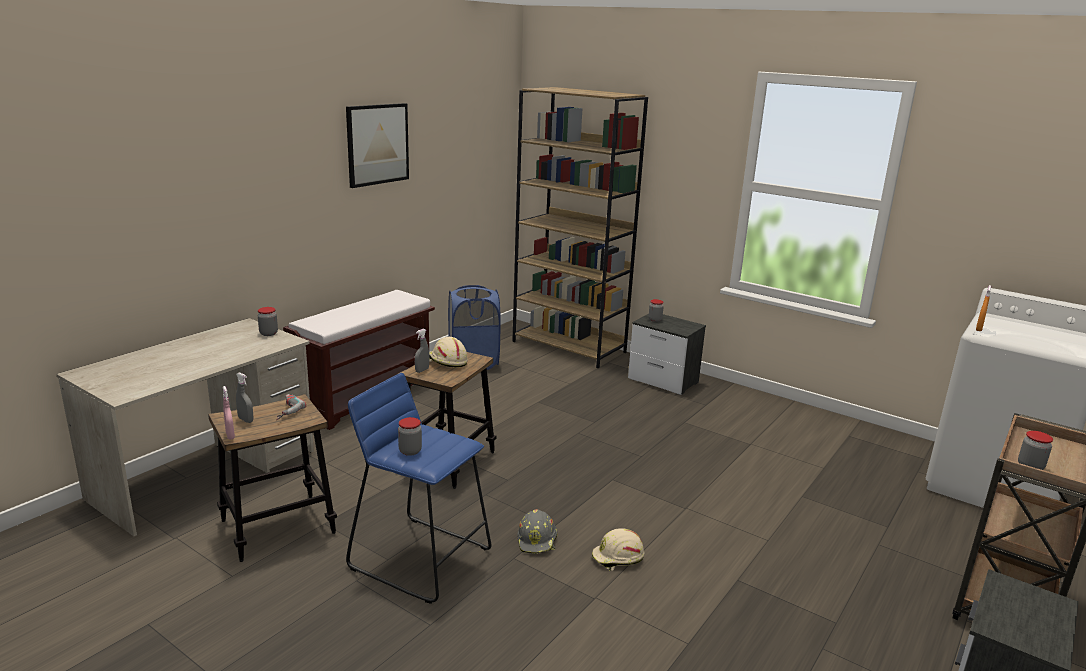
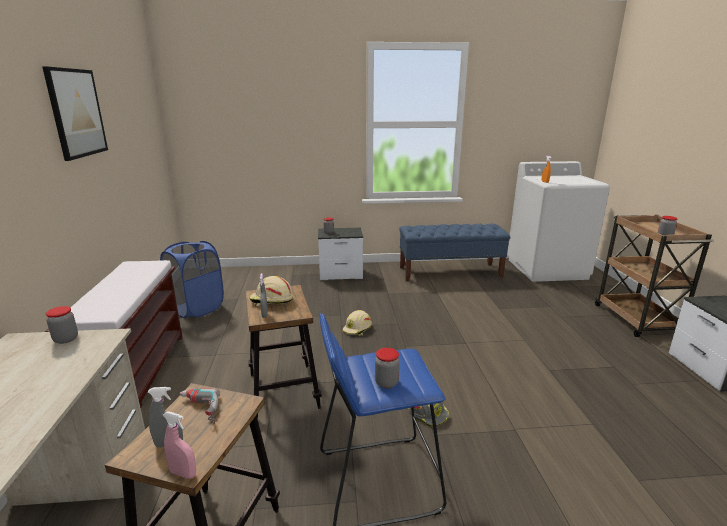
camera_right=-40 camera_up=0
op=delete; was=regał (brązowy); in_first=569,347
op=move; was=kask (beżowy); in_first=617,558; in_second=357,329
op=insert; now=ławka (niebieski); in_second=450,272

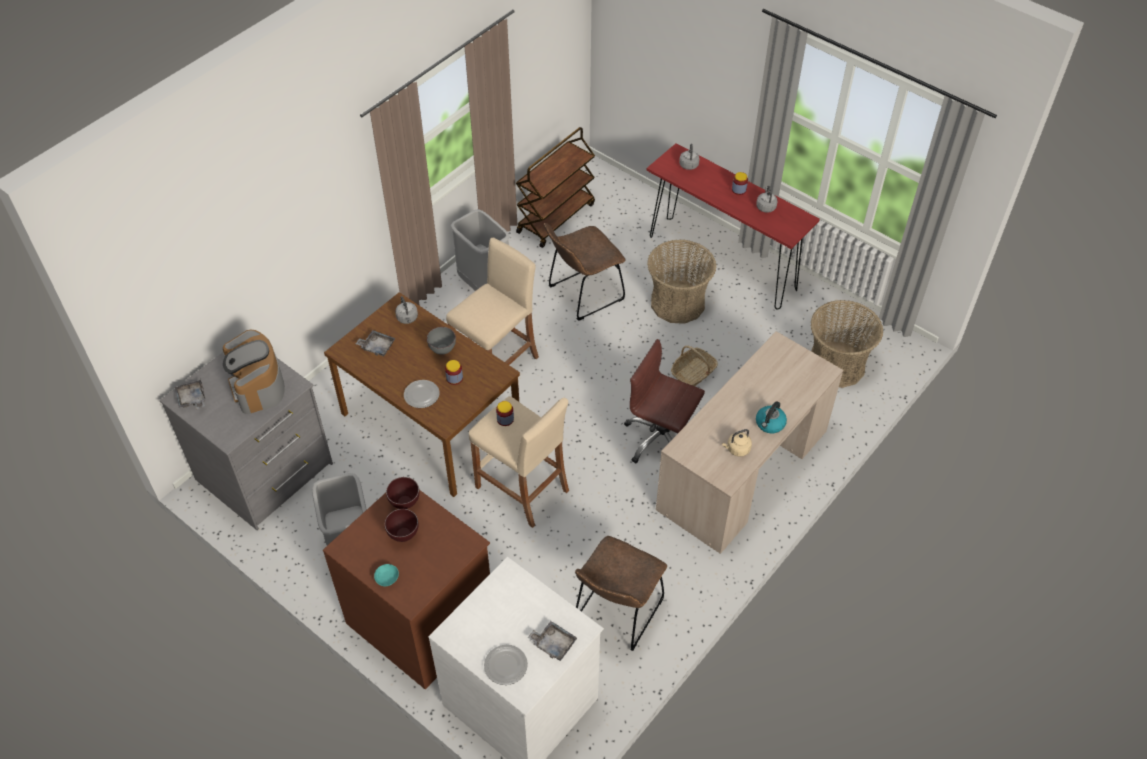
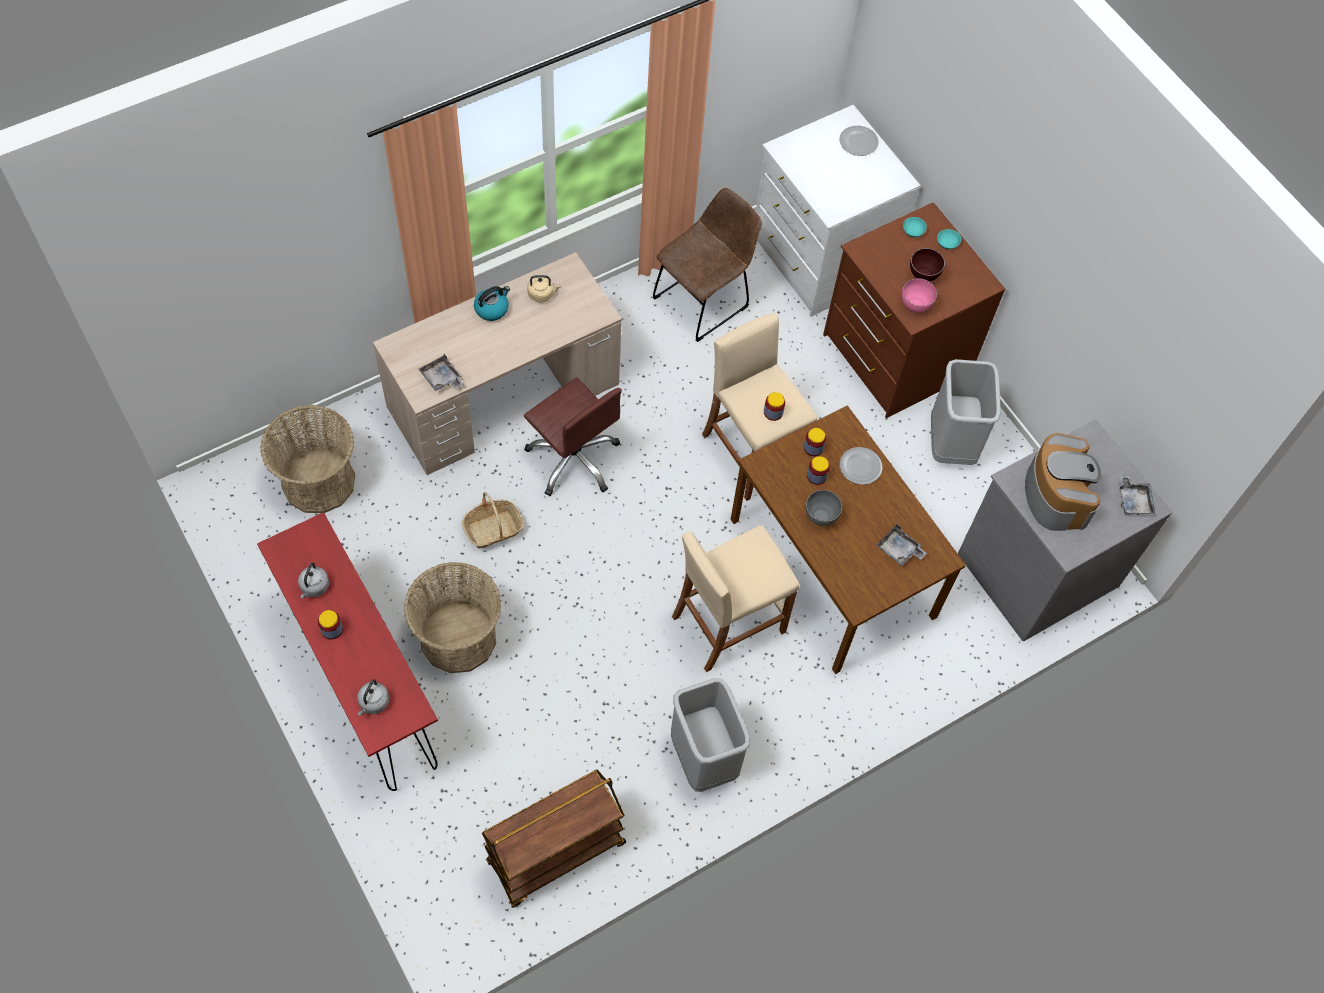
camera_right=-165 camera_up=10
op=recolor; was=miska (brązowy); now=miska (różowy); in_first=405,504; in_second=914,306
op=delete; was=czajnik (szary); in_first=407,318
op=move; was=taca (szary); in_first=553,643; in_second=441,378
op=delete; was=krzesło (brązowy); in_first=582,294
op=insert; now=słoik; in_second=813,447
op=insert; now=miska (turkusowy); in_second=913,231

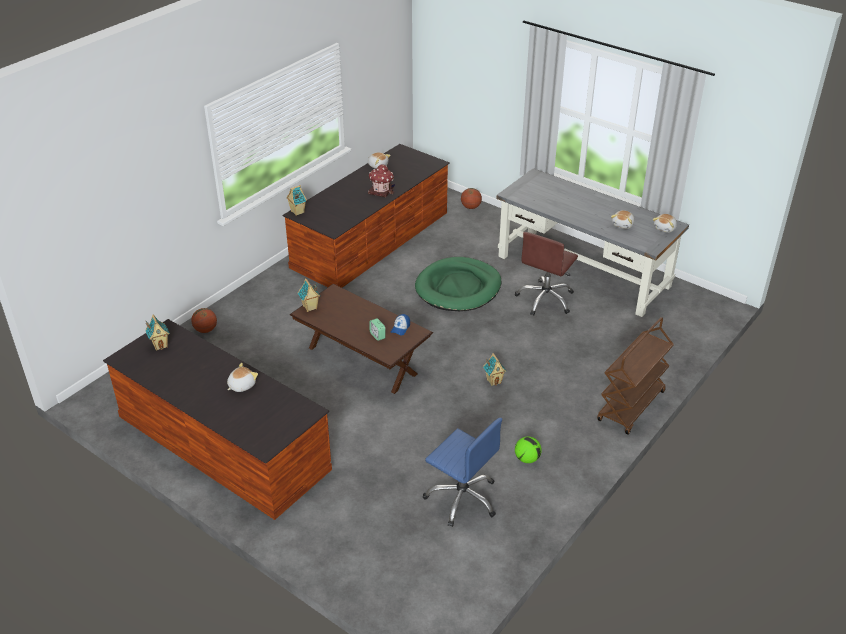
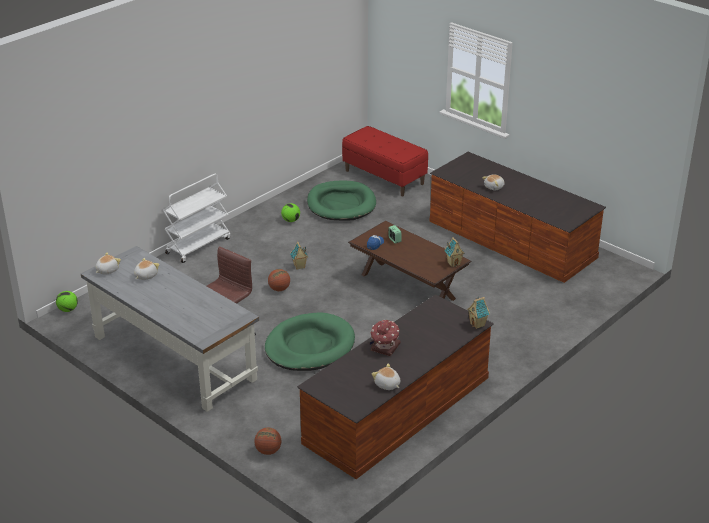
camera_right=-175 camera_up=-5
op=delete; was=domek; in_first=160,345
op=move; was=piłka do koszykówki; in_first=205,330; in_second=279,289
op=replace; was=krzesło biurowe (niebieski); now=legowisko (zielony); in_first=462,498; in_second=341,204
op=recolor; was=wózek (brązowy); now=wózek (biały); in_first=631,407; in_second=198,245
op=insert; now=piłka futbolowa; in_second=68,310
op=insert; now=ławka (czerwony); in_second=384,177

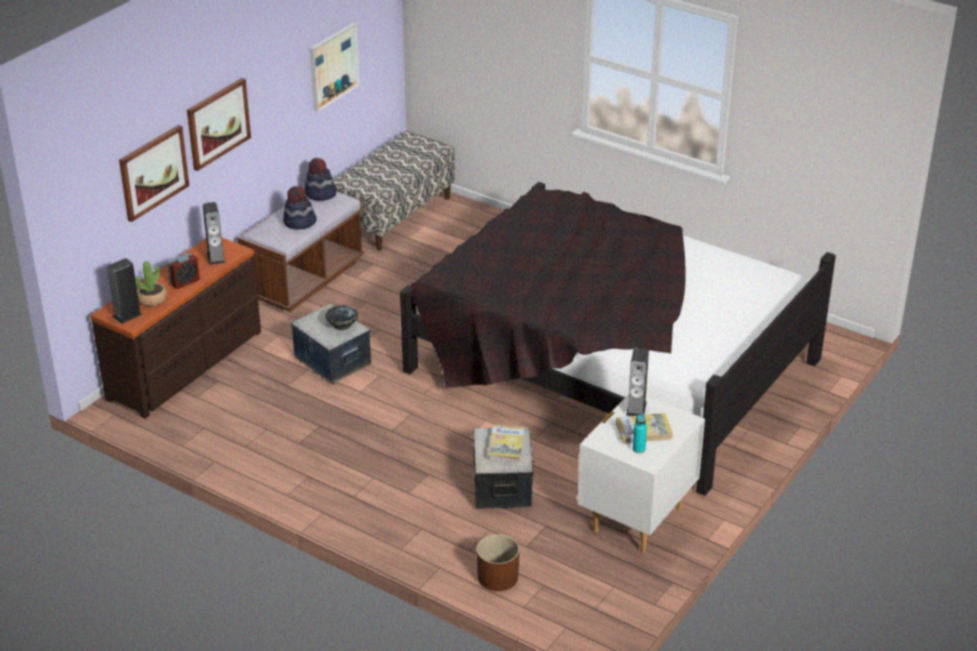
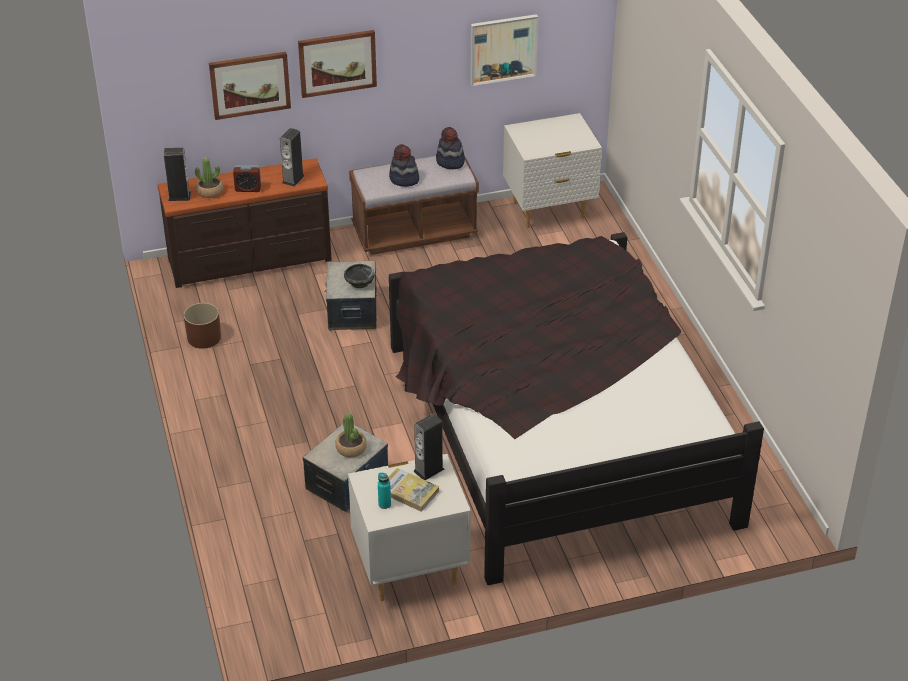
camera_right=40 camera_up=5
op=replace; was=ławka; now=szafka nocna (biały); in_first=394,216; in_second=549,210
op=move; was=donica (brązowy); in_first=497,577; in_second=203,338
op=replace; was=książka; now=roślina doniczkowa; in_first=506,445; in_second=351,448

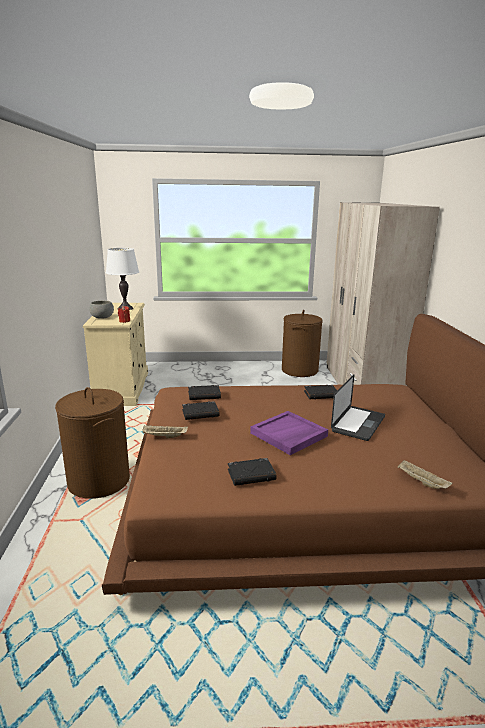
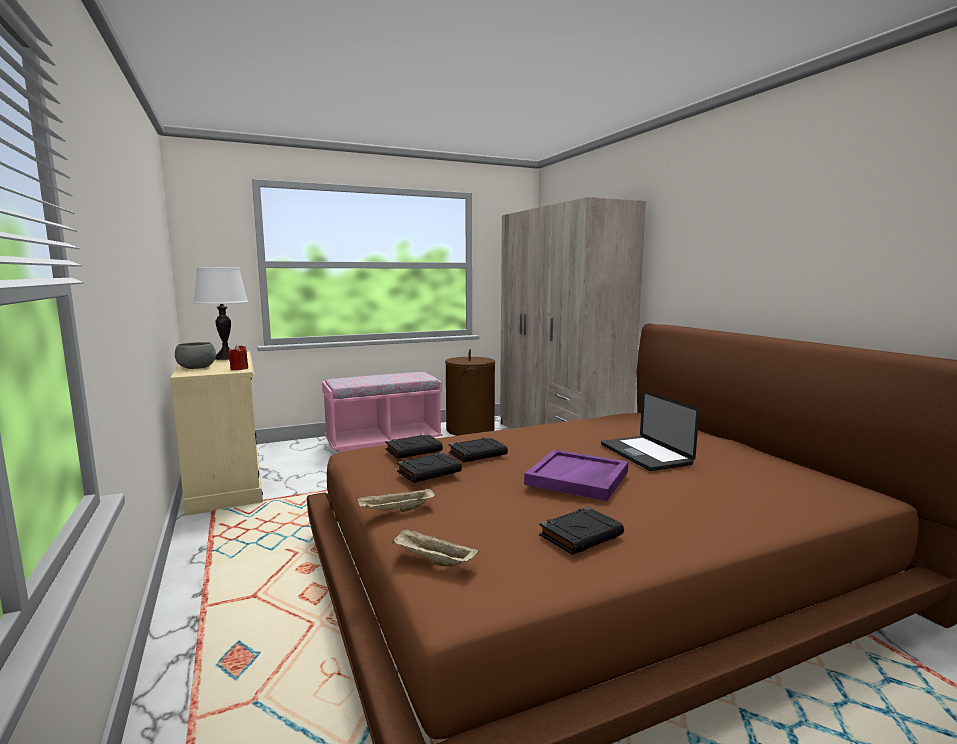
camera_right=-20 camera_up=-10
op=delete; was=kosz na pranie (brązowy); in_first=98,481
op=move; was=książka (czarny); in_first=321,394; in_second=478,453
op=rotate; was=laptop; in_first=358,424; in_second=645,454; clockwise=150
op=move; was=taca (beżowy); in_first=421,482; in_second=432,560
op=insert; now=ławka (różowy); in_second=383,442

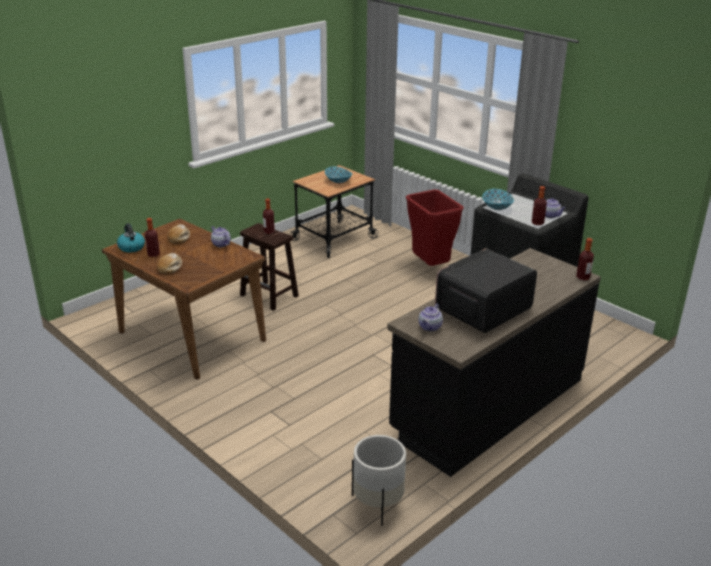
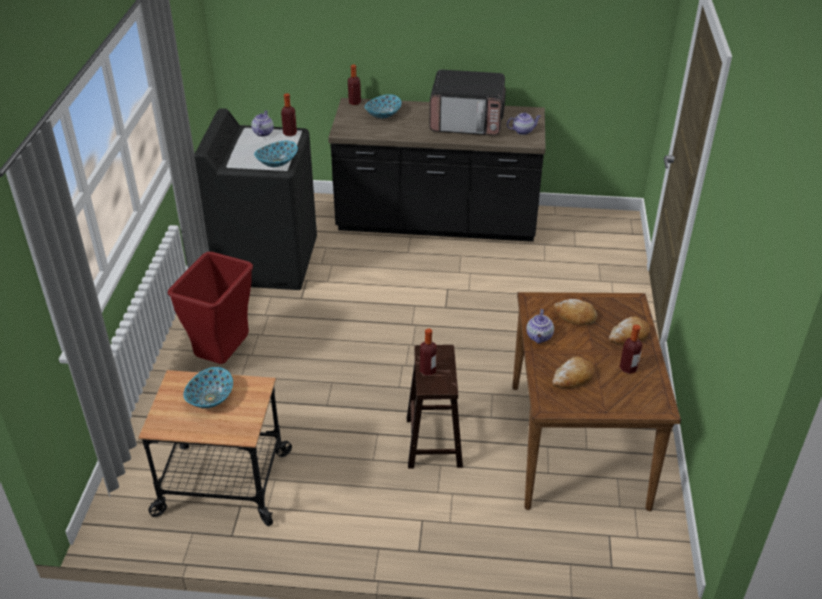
camera_right=-130 camera_up=10
op=delete; was=czajnik; in_first=131,247
op=delete; was=donica (biały); in_first=378,504
op=insert; now=miska; in_second=383,115
op=insert; now=chleb; in_second=575,316

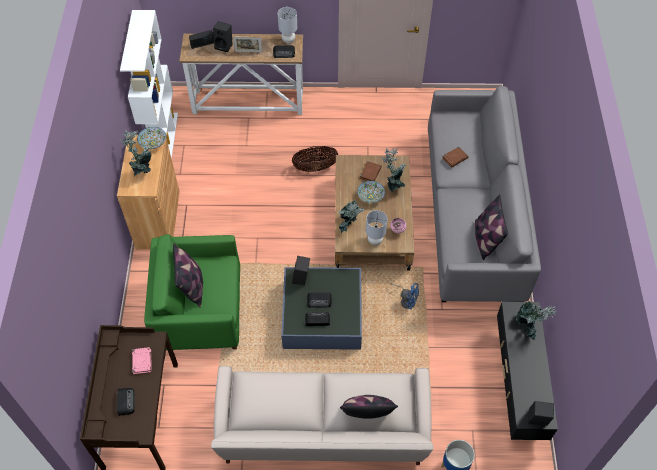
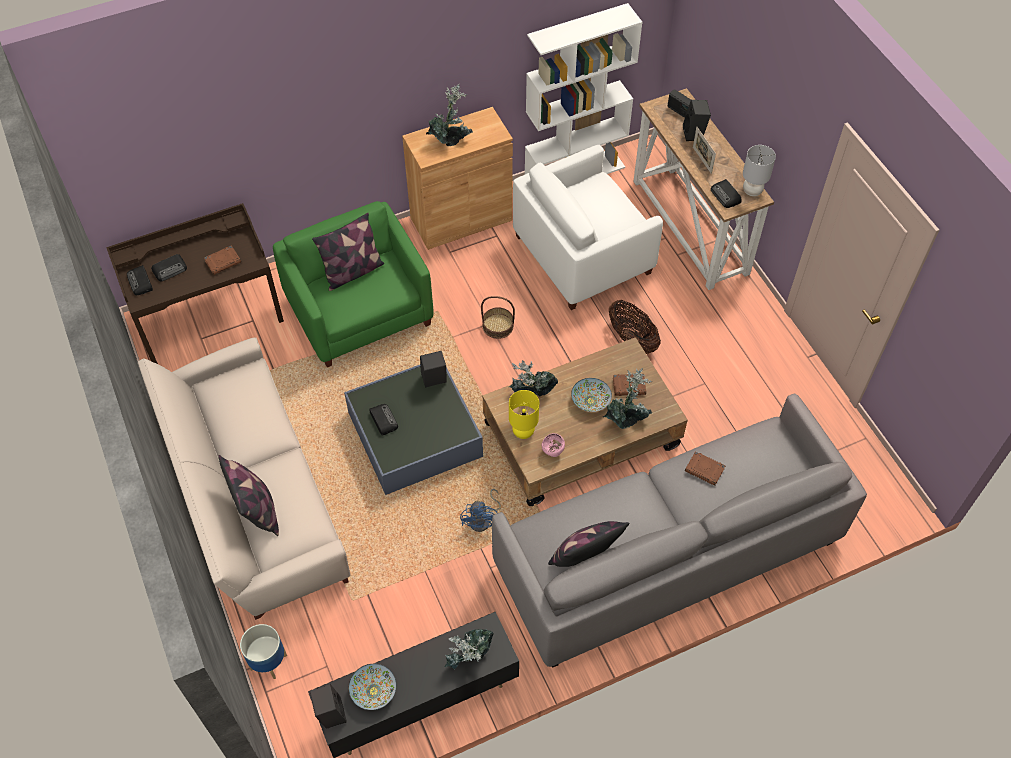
camera_right=65 camera_up=0
op=recolor; was=książka (różowy); now=książka (brązowy); in_first=142,361; in_second=223,261
op=move; was=miska; in_first=153,143; in_second=373,691
op=move; was=radio; in_first=319,301; in_second=140,282
op=recolor; was=lampa stołowa (szary); now=lampa stołowa (żółty); in_first=374,240; in_second=523,431
op=insert; now=koszyk; in_second=498,326
op=insert; now=fotel (biały); in_second=583,255

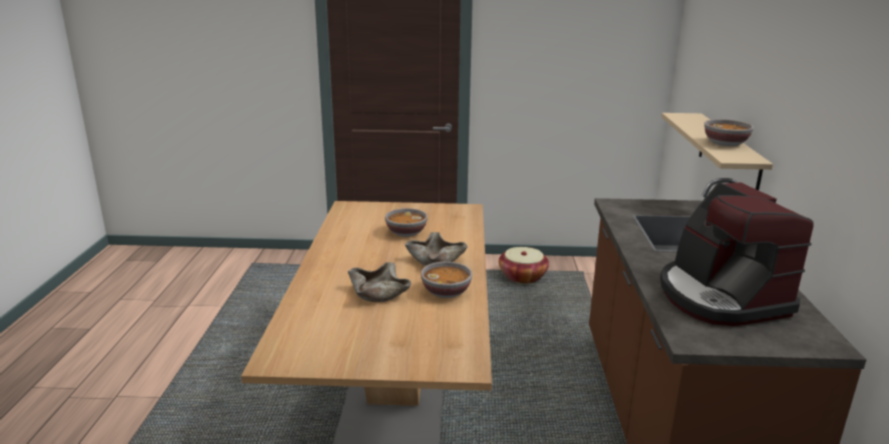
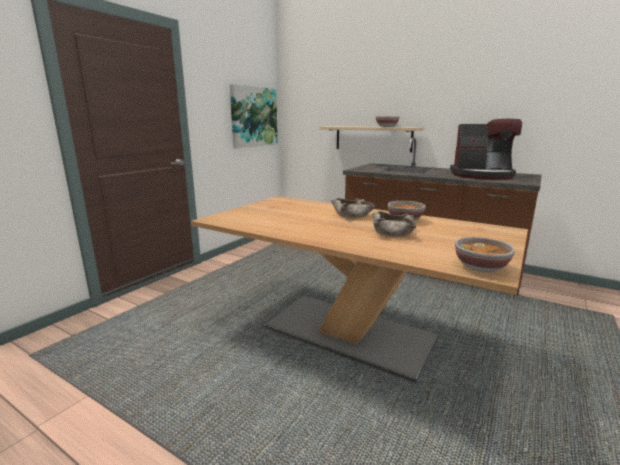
camera_right=-60 camera_up=-5
op=move; was=miska; in_first=406,233; in_second=481,267
op=delete; was=koszyk; in_first=522,276
op=insert; now=obraz; in_second=254,117

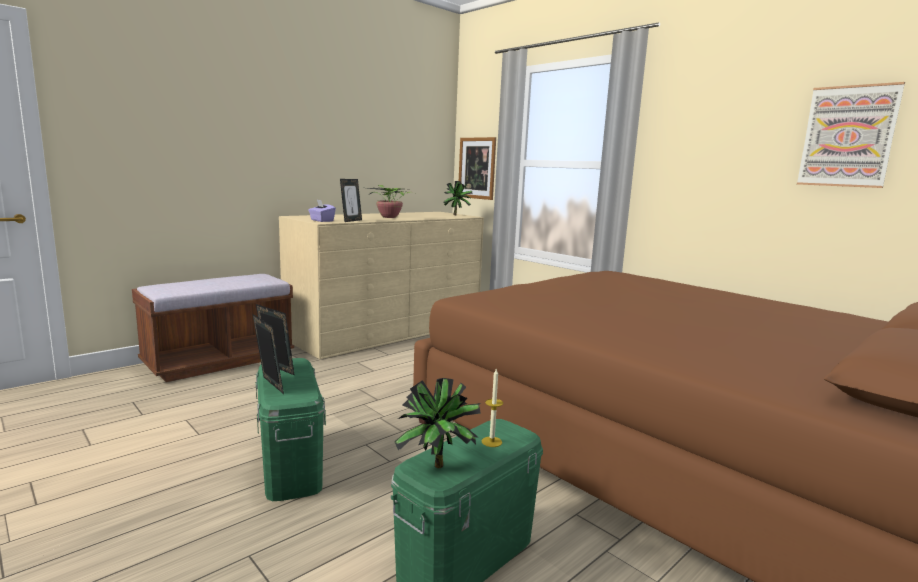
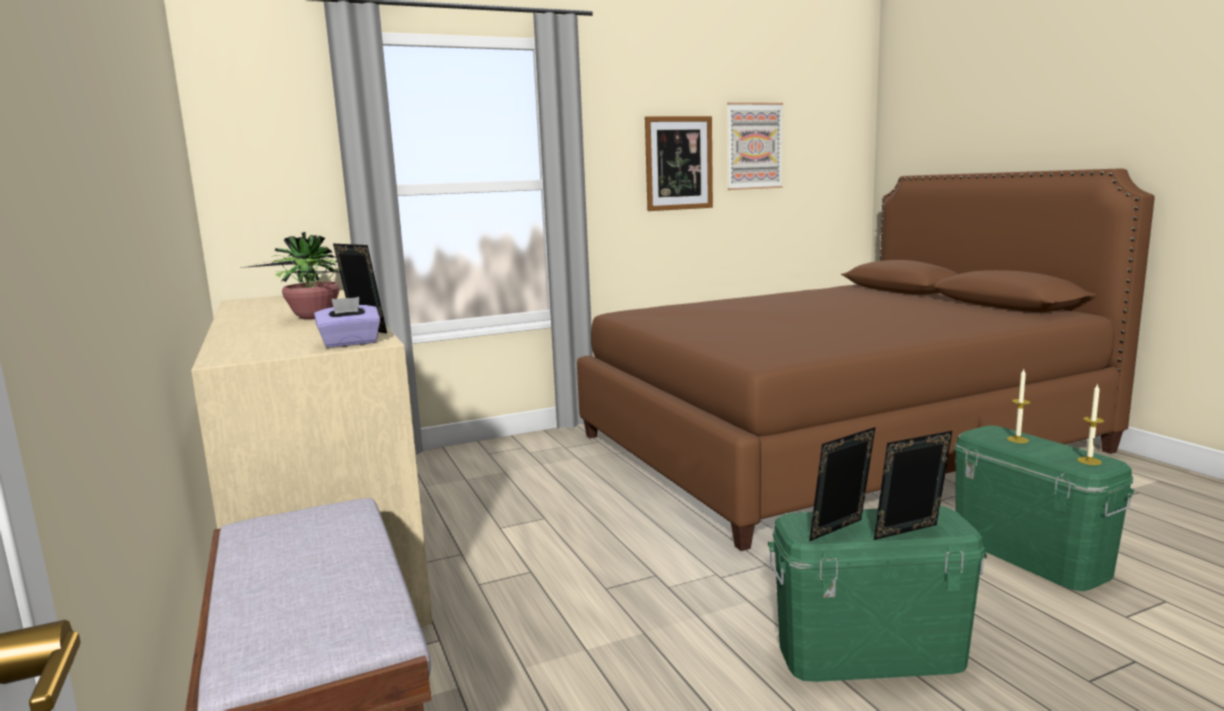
camera_right=-70 camera_up=0
op=replace; was=roślina doniczkowa; now=świeca; in_first=437,469; in_second=1089,461
op=move; was=obraz; in_first=477,168; in_second=678,163

